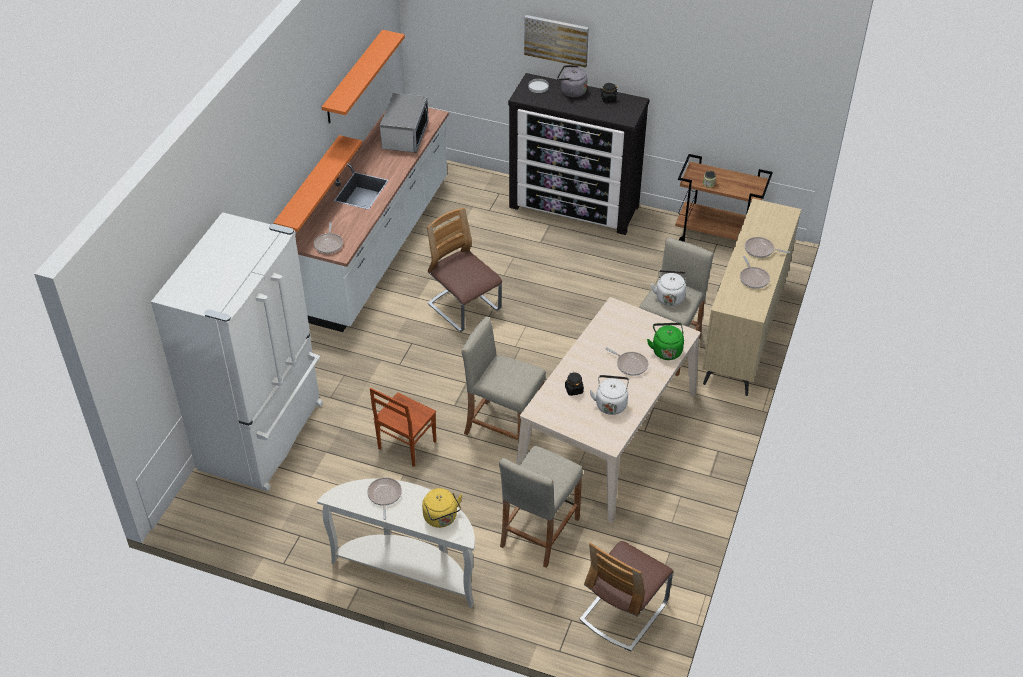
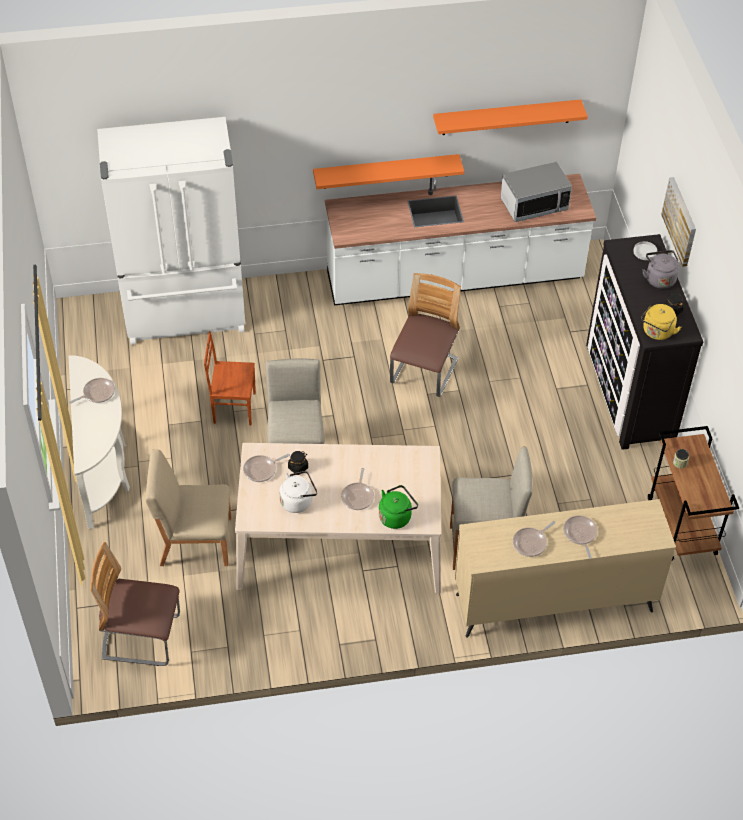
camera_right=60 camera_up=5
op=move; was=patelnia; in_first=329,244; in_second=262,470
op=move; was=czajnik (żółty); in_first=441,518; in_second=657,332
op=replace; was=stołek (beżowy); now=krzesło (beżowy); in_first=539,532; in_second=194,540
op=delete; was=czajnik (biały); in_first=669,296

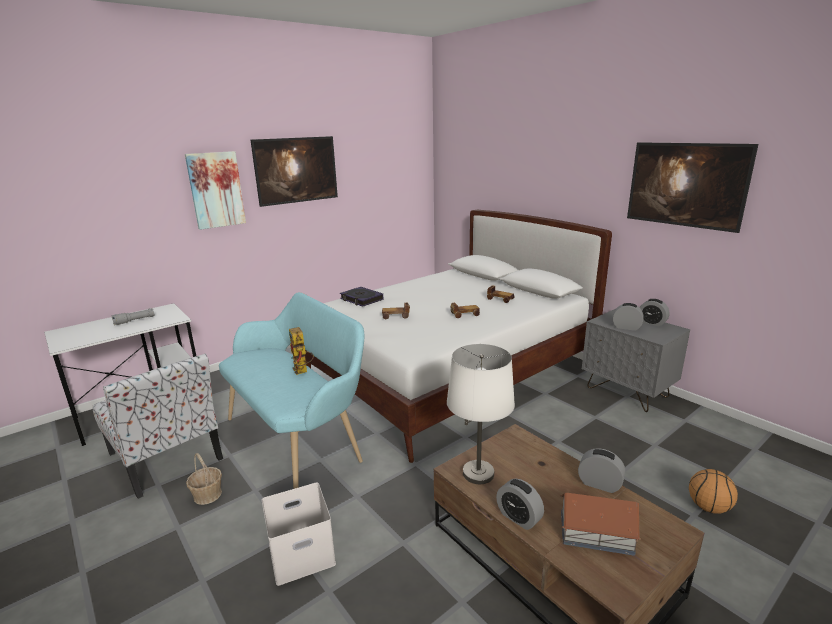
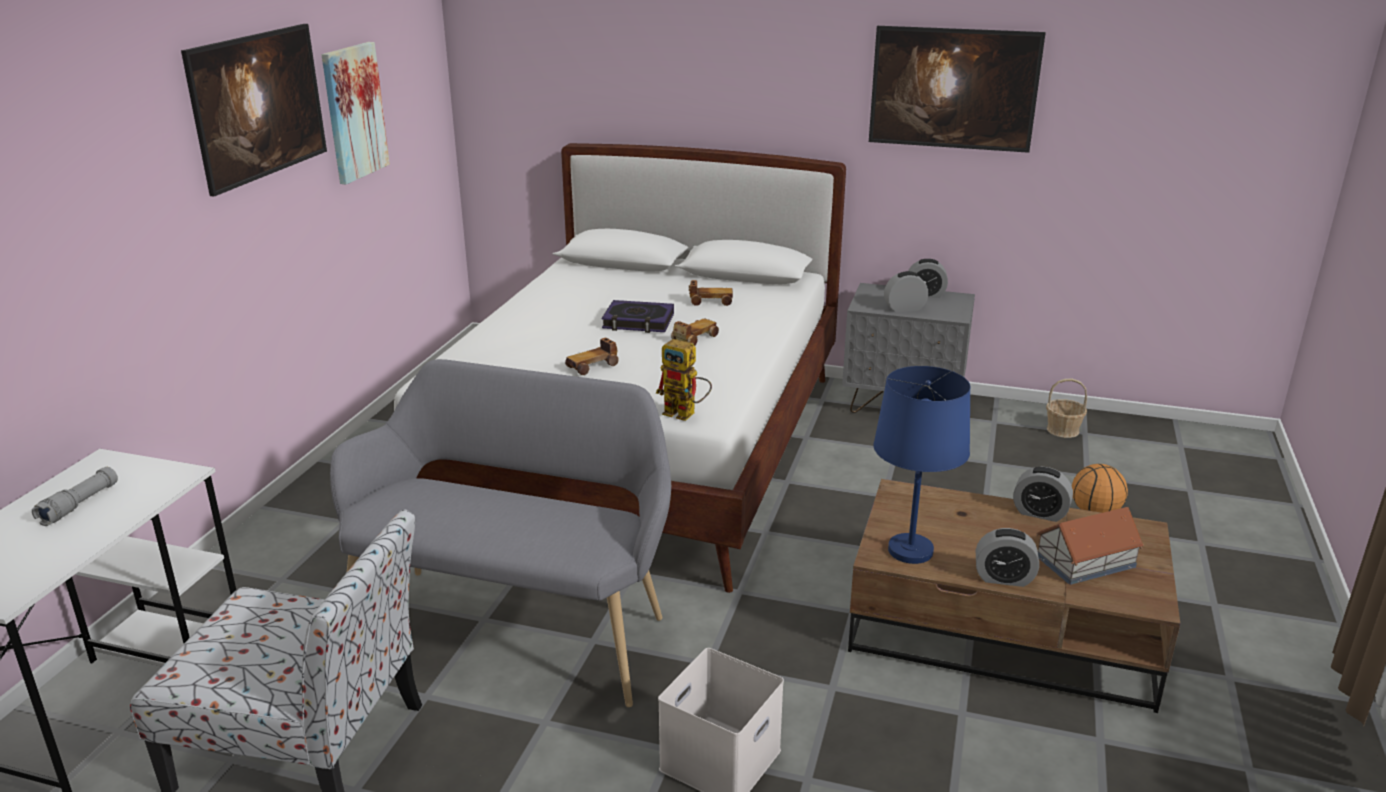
camera_right=-35 camera_up=5
op=move; was=obraz; in_first=216,190; in_second=354,112
op=move; was=koszyk; in_first=207,495; in_second=1063,430
op=recolor; was=ławka (turkusowy); now=ławka (szary); in_first=299,438; in_second=516,625
op=move; was=robot zabawkowy; in_first=302,371; in_second=686,414
op=move; was=książka; in_first=361,299; in_second=638,322
op=recolor; was=lampa stołowa (biały); now=lampa stołowa (niebieski); in_first=478,473; in_second=909,550
op=rotate; was=budzik; in_first=599,484; in_second=1040,513; clockwise=-150

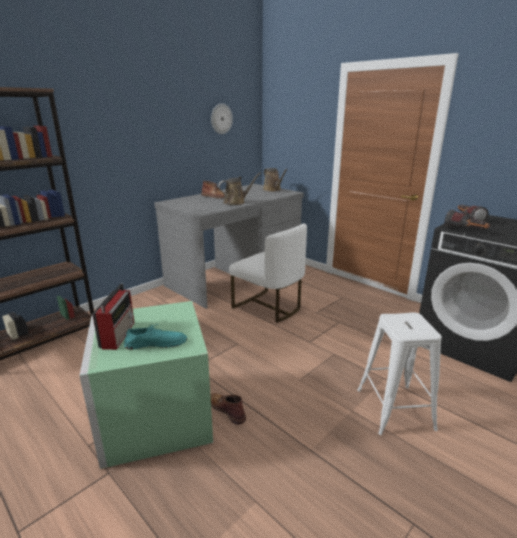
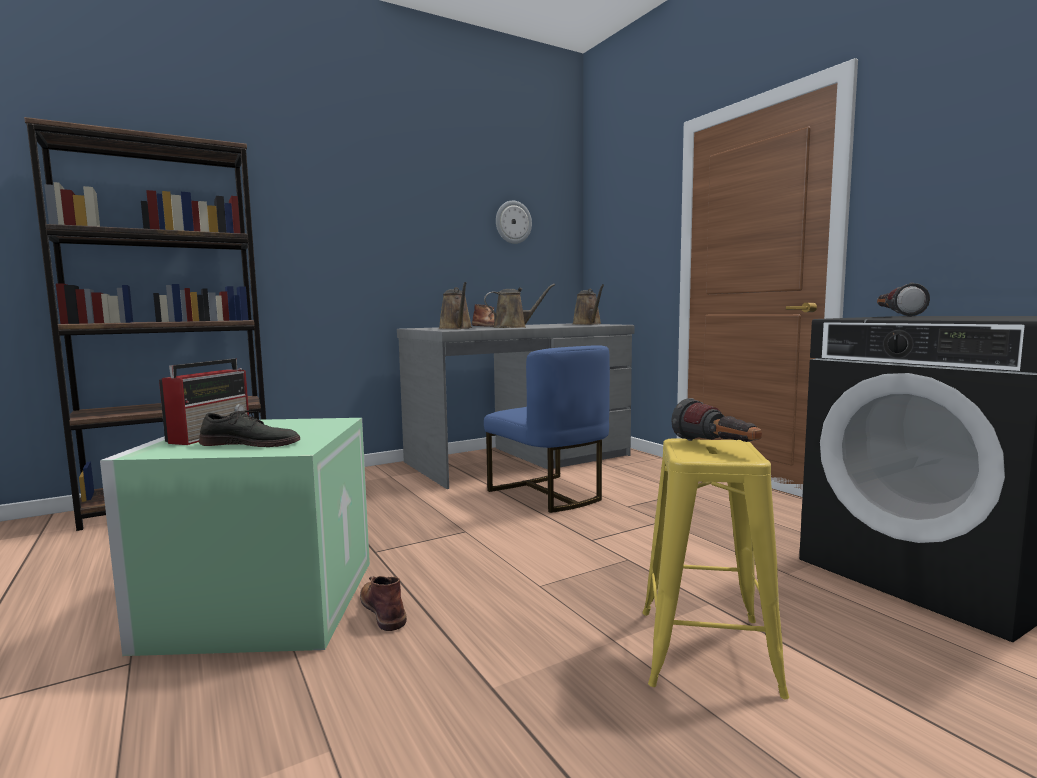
camera_right=15 camera_up=-15
op=recolor; was=but (turkusowy); now=but (szary); in_first=156,343; in_second=251,443
op=recolor; was=krzesło (biały); now=krzesło (niebieski); in_first=268,307; in_second=548,494
op=recolor; was=stołek (biały); now=stołek (żółty); in_first=395,409; in_second=706,651
op=move; was=latarka; in_first=465,231; in_second=717,448
op=insert; now=konewka (brązowy); in_second=456,328

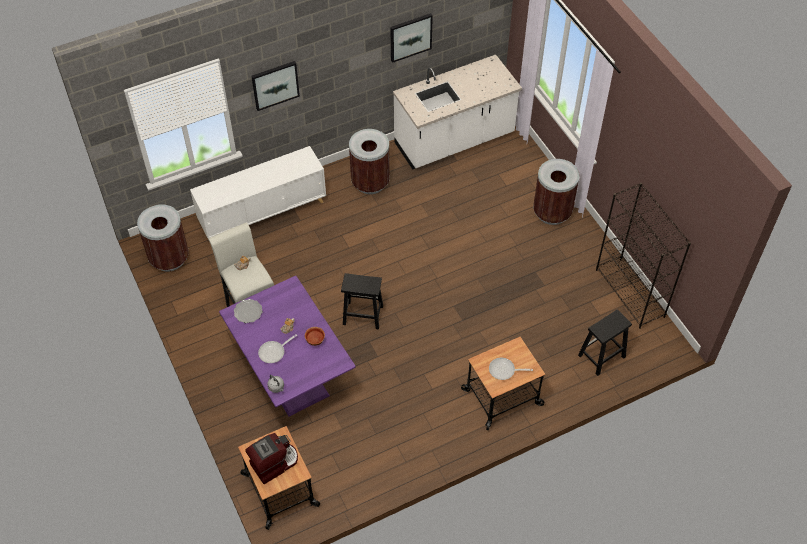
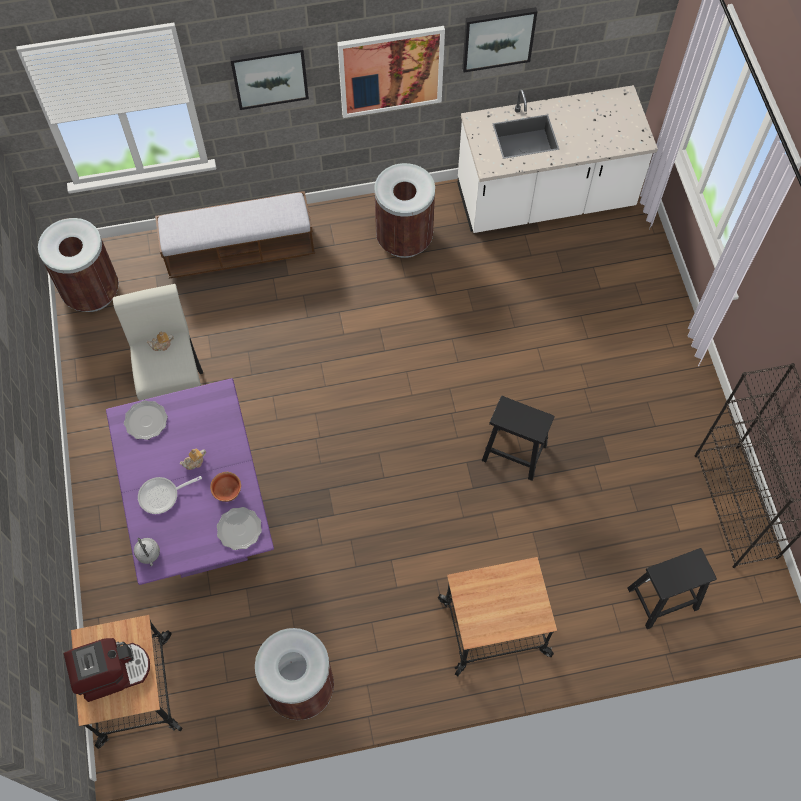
camera_right=15 camera_up=10
op=replace; was=szafka (biały); now=ławka; in_first=263,212; in_second=240,251
op=move; was=stołek (czarny); in_first=362,315; in_second=513,452
op=delete; was=patelnia; in_first=504,370
op=move; was=kosz na śmieci (brązowy); in_first=552,212; in_second=300,688
op=insert; now=talerz; in_second=239,529
op=insert; now=obraz; in_second=391,71

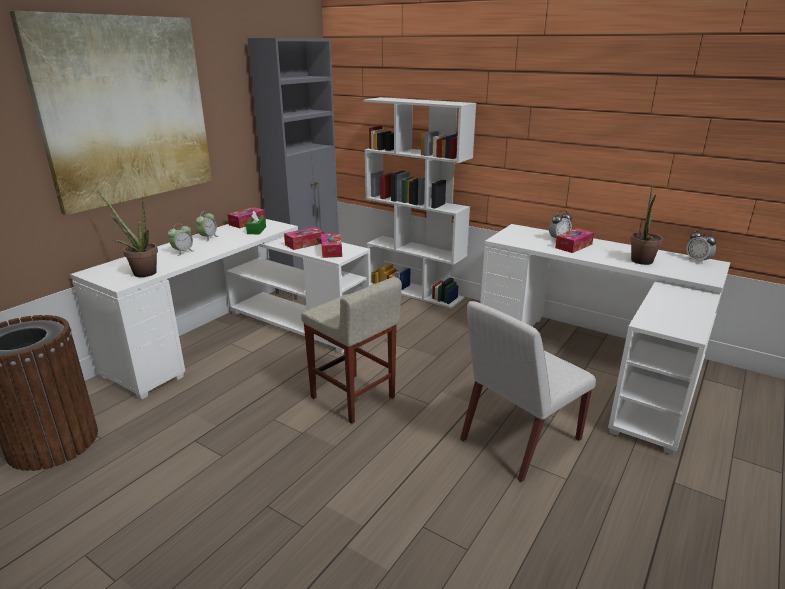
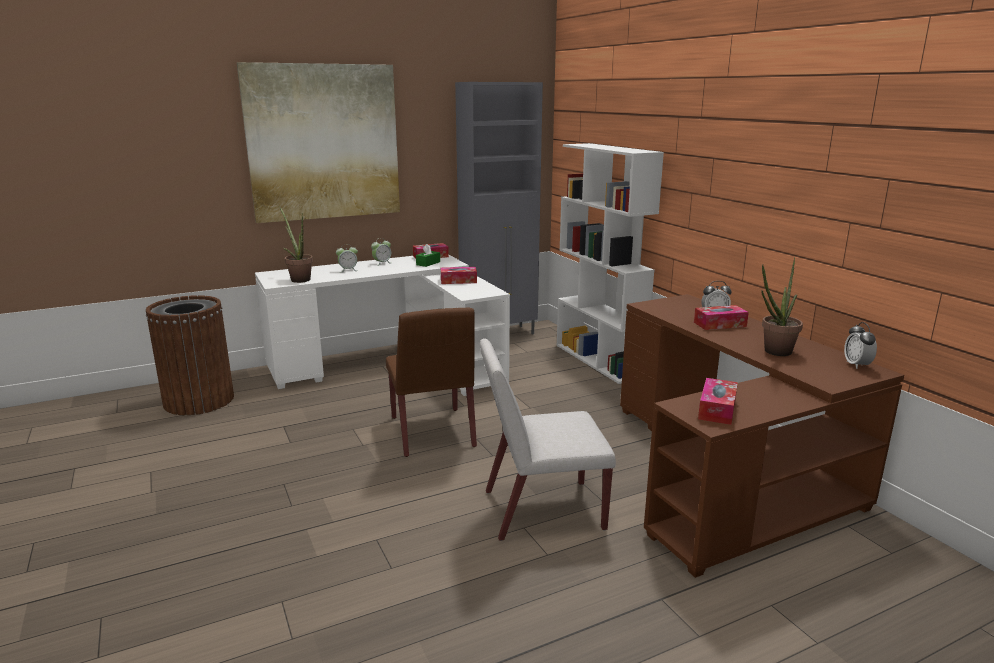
camera_right=30 camera_up=-5
op=replace; was=stołek (beżowy); now=krzesło (brązowy); in_first=353,398; in_second=432,432
op=move; was=pudełko chusteczek; in_first=331,251; in_second=717,409
op=recolor; was=biurko (biały); now=biurko (brązowy); in_first=601,362; in_second=729,473

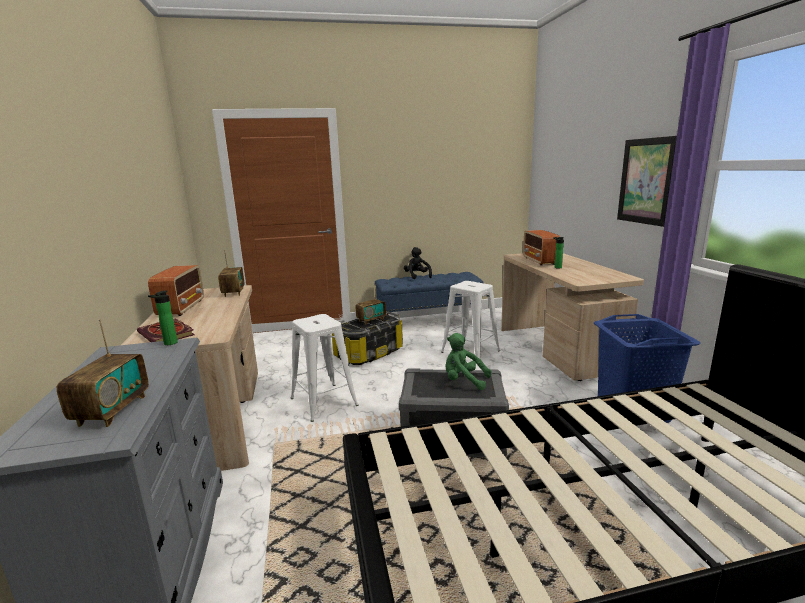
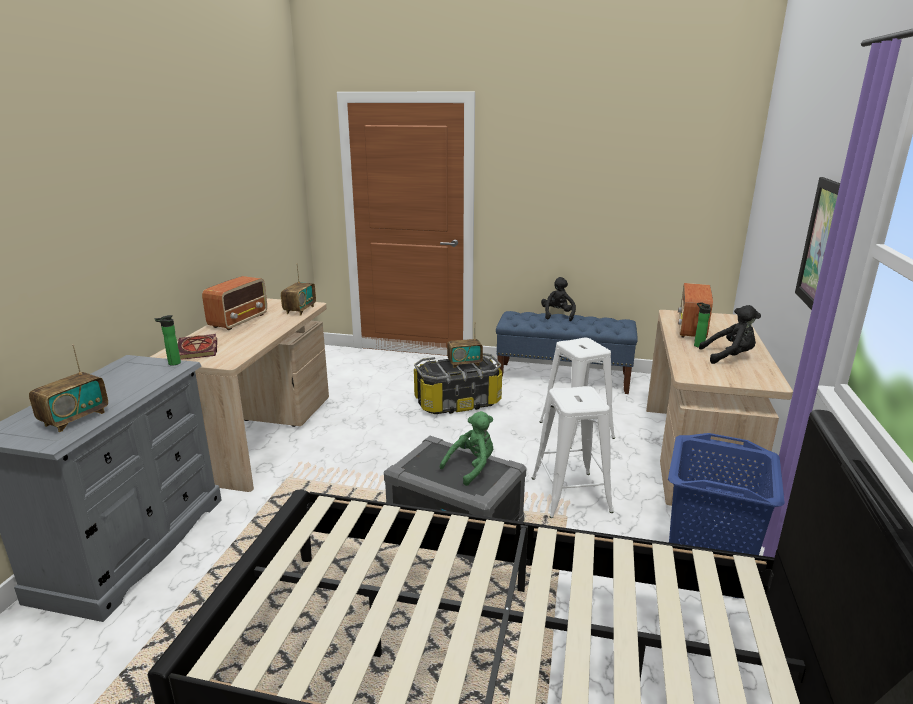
camera_right=25 camera_up=5
op=move; was=stołek (biały); in_first=323,401; in_second=570,494
op=rotate; was=pluszak (zielony); in_first=464,381; in_second=472,467; clockwise=90
op=insert; now=pluszak (czarny); in_second=729,357

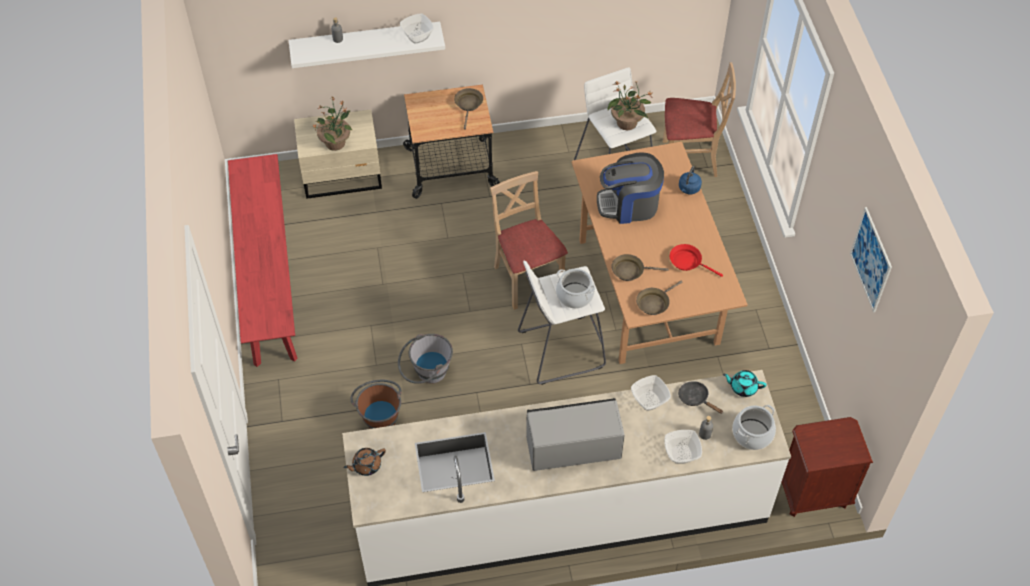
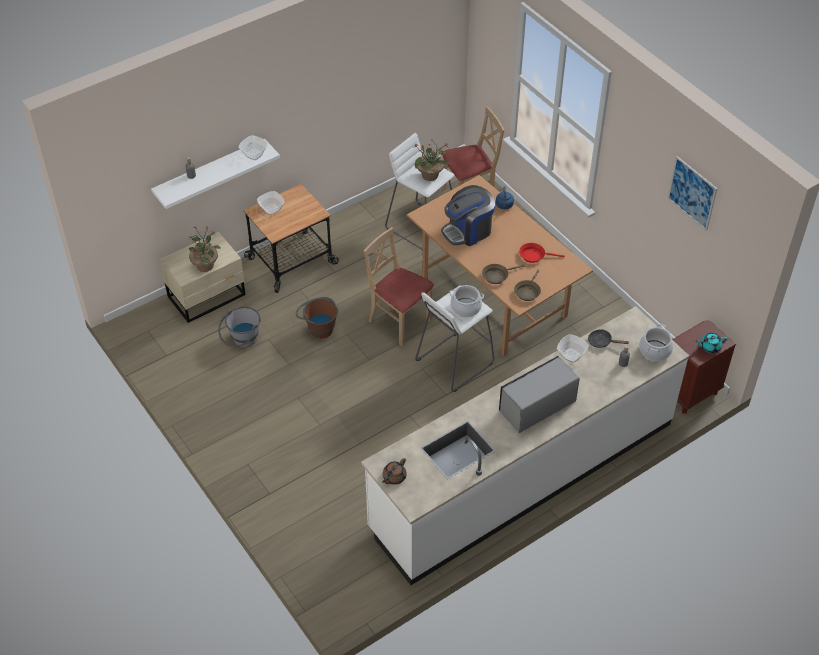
camera_right=-25 camera_up=-5
op=delete; was=ławka (czerwony); in_first=268,278
op=move; was=wiadro (brązowy); in_first=379,415; in_second=318,327
op=move; was=wiadro (szary); in_first=426,374; in_second=242,342
op=delete; was=patelnia (brązowy); in_first=468,105
op=move; was=miska; in_first=680,454; in_second=271,209
op=move; was=imbryk (turkusowy); in_first=743,387; in_second=709,347

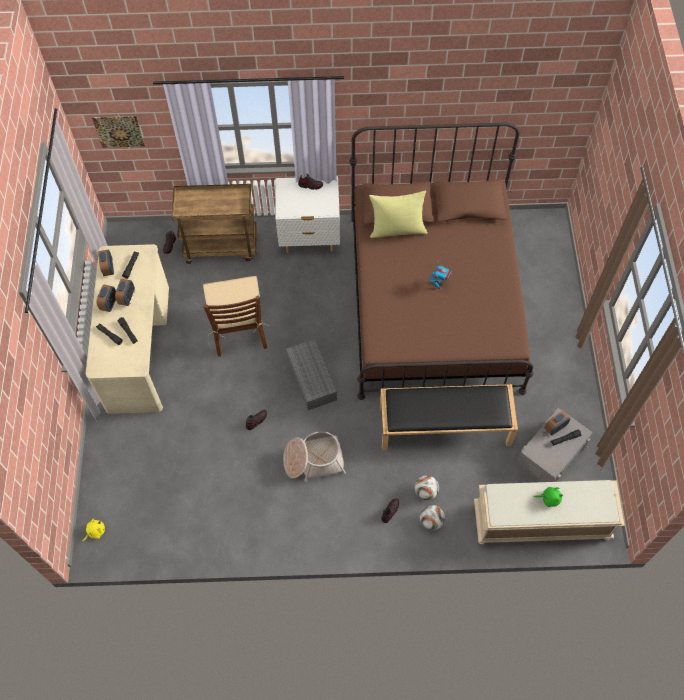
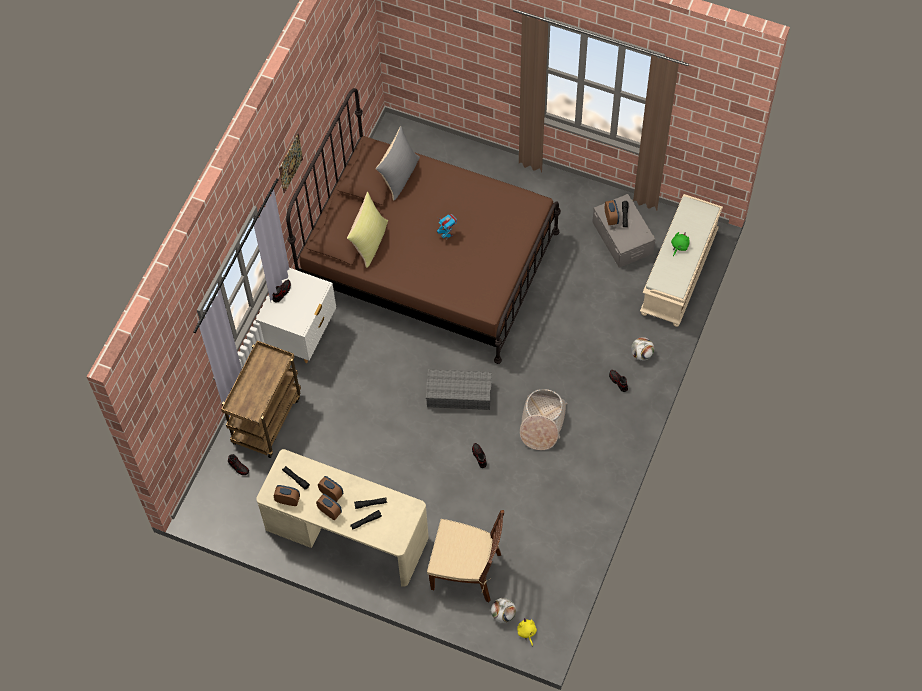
camera_right=-65 camera_up=0
op=move; was=obraz; in_first=119,131; in_second=290,163
op=move; was=krzesło (brązowy); in_first=239,329; in_second=467,571
op=delete; was=ławka (czarny); in_first=445,425
op=move; was=piłka futbolowa; in_first=426,491; in_second=503,614
op=insert; now=poduszka (szary); in_second=399,176

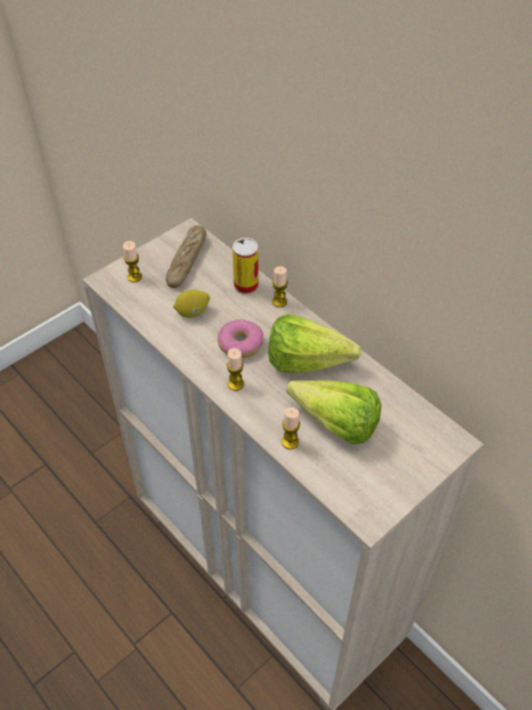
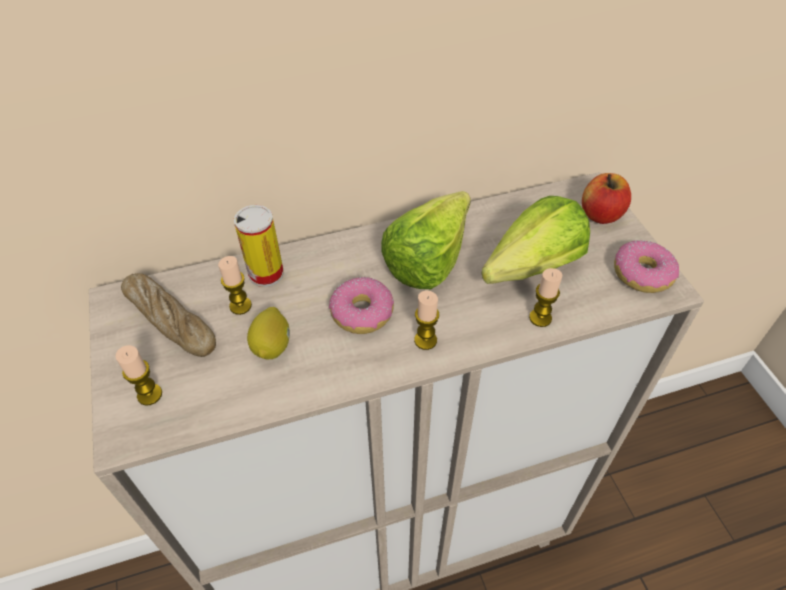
camera_right=-65 camera_up=0
op=move; was=świeca; in_first=279,301; in_second=240,306
op=insert; now=jabłko; in_second=601,214
op=insert; now=donut; in_second=642,274

